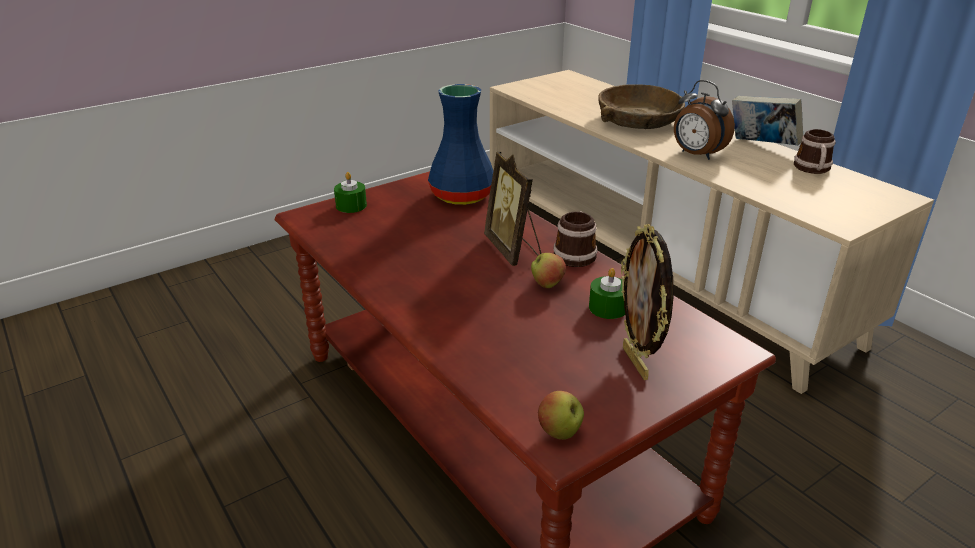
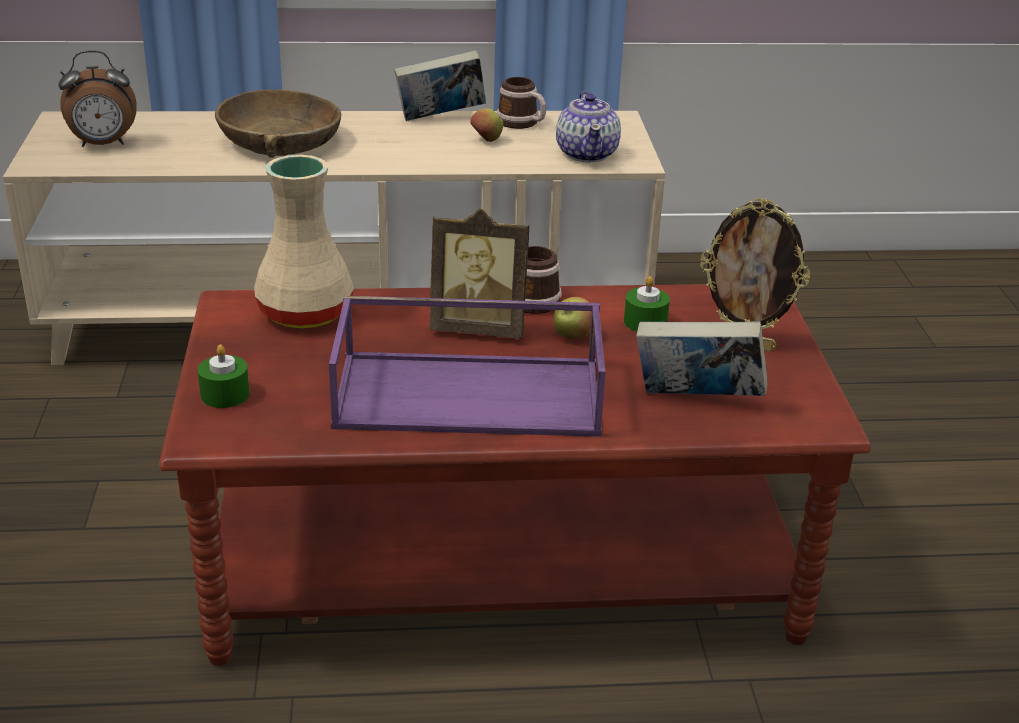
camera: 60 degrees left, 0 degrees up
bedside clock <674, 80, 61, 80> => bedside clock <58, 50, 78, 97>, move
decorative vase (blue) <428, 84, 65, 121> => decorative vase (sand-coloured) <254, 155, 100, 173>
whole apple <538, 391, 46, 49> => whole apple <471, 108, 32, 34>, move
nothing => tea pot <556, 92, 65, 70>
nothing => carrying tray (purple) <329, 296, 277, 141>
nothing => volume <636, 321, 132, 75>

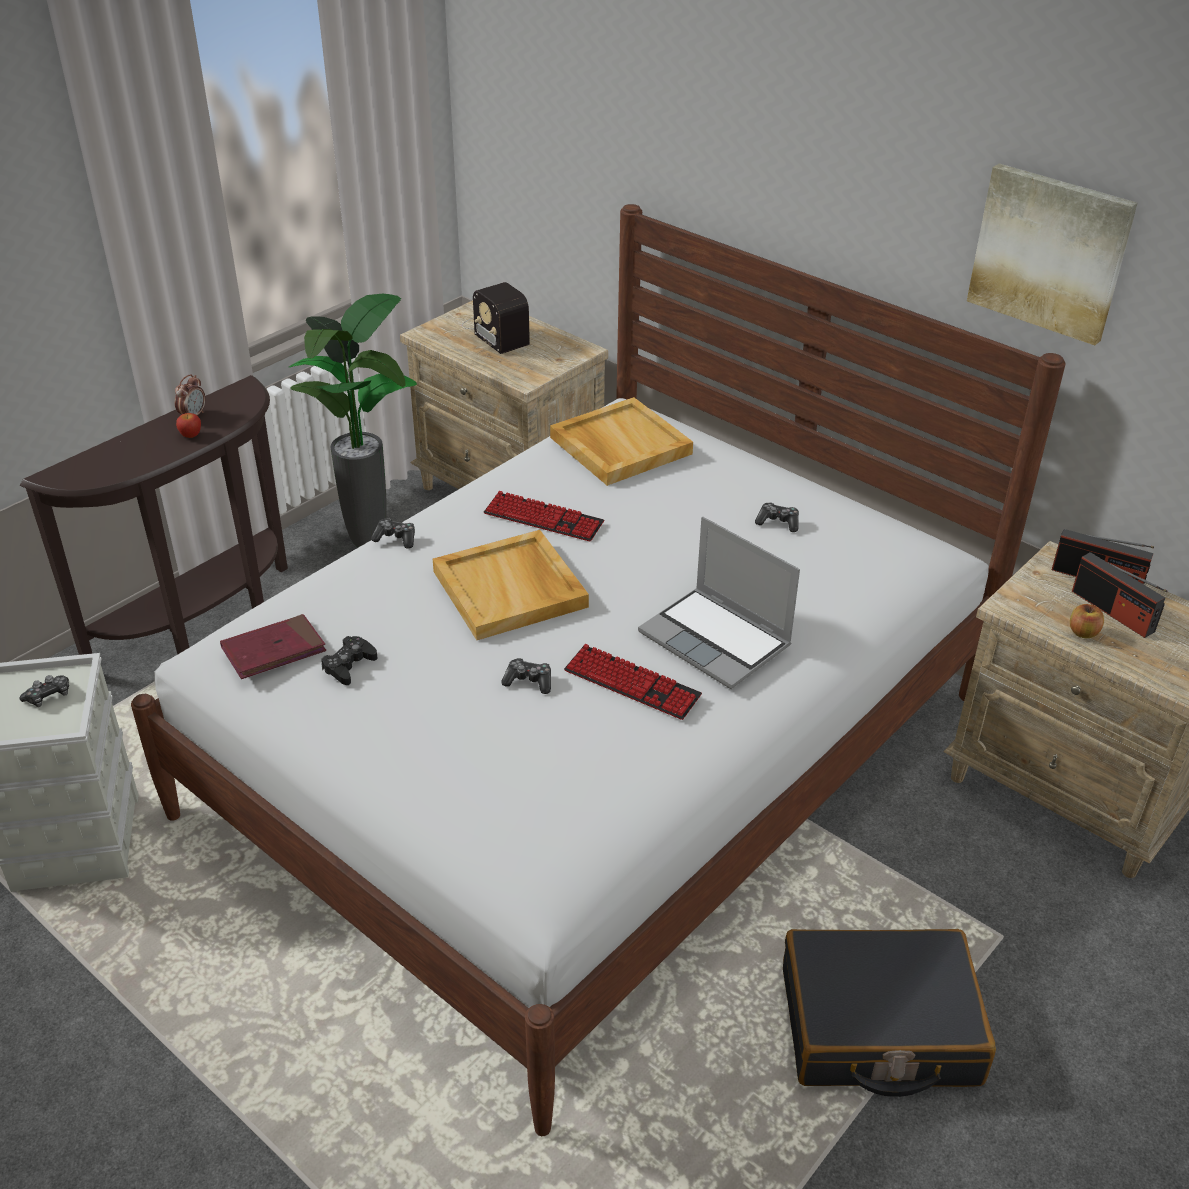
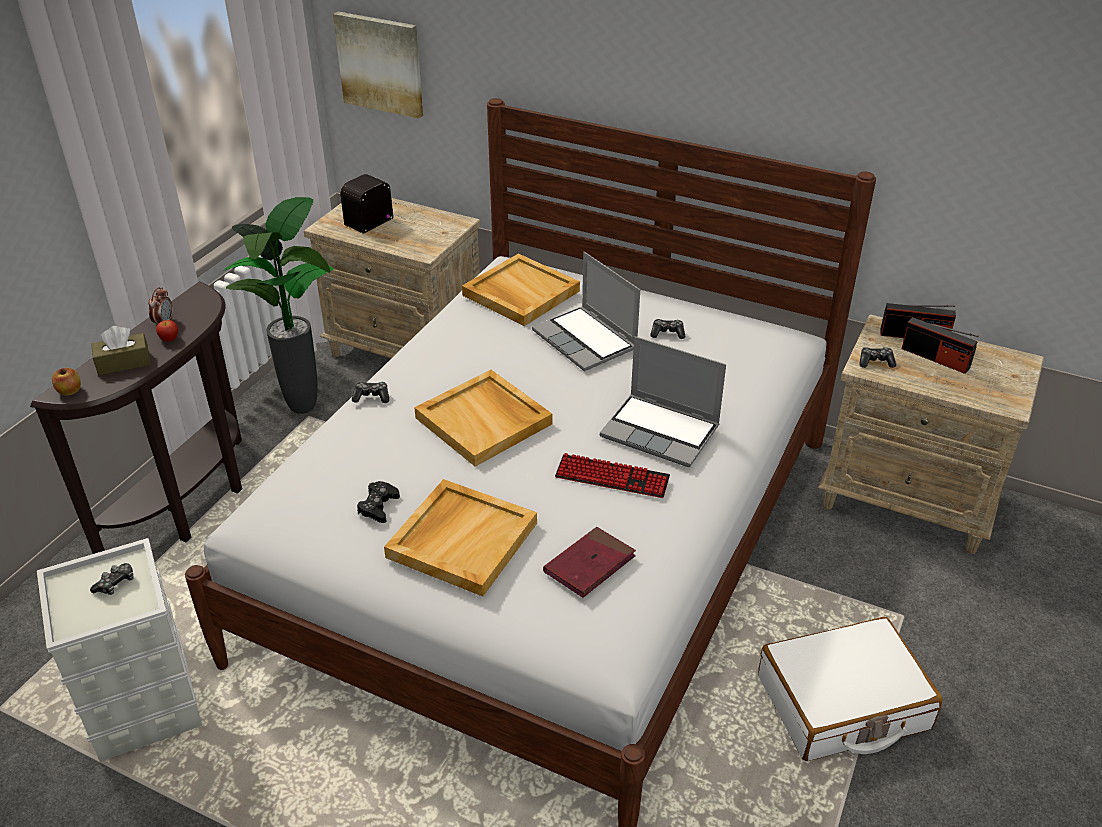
camera: 15 degrees left, 0 degrees up
wall picture <967, 163, 171, 182> => wall picture <333, 12, 90, 107>, move
radio set <462, 282, 68, 72> => radio set <340, 174, 75, 60>, 90 degrees clockwise
PC keyboard <484, 491, 120, 50> => nothing
whole apple <1070, 604, 34, 34> => whole apple <52, 368, 29, 28>, move
volume (reddish) <220, 614, 106, 65> => volume (reddish) <543, 527, 93, 71>, move
gamepad <501, 658, 50, 36> => gamepad <859, 347, 37, 21>, move
suitcase (blackish) <783, 929, 213, 168> => suitcase (whitish) <758, 617, 184, 144>
nothing => notebook computer <532, 252, 108, 119>
nothing => tissue holder (brown) <91, 326, 60, 49>
nothing => carrying tray (sand-coloured) <384, 479, 153, 117>

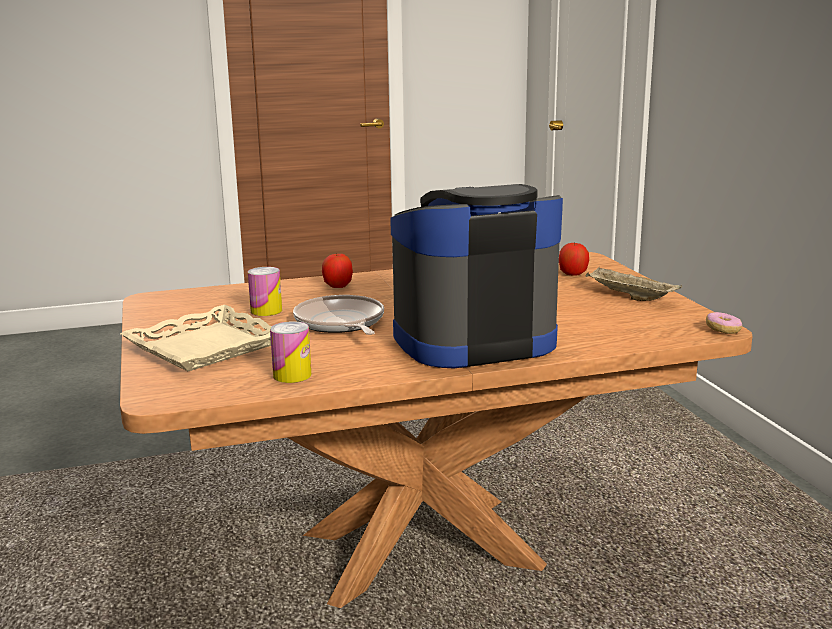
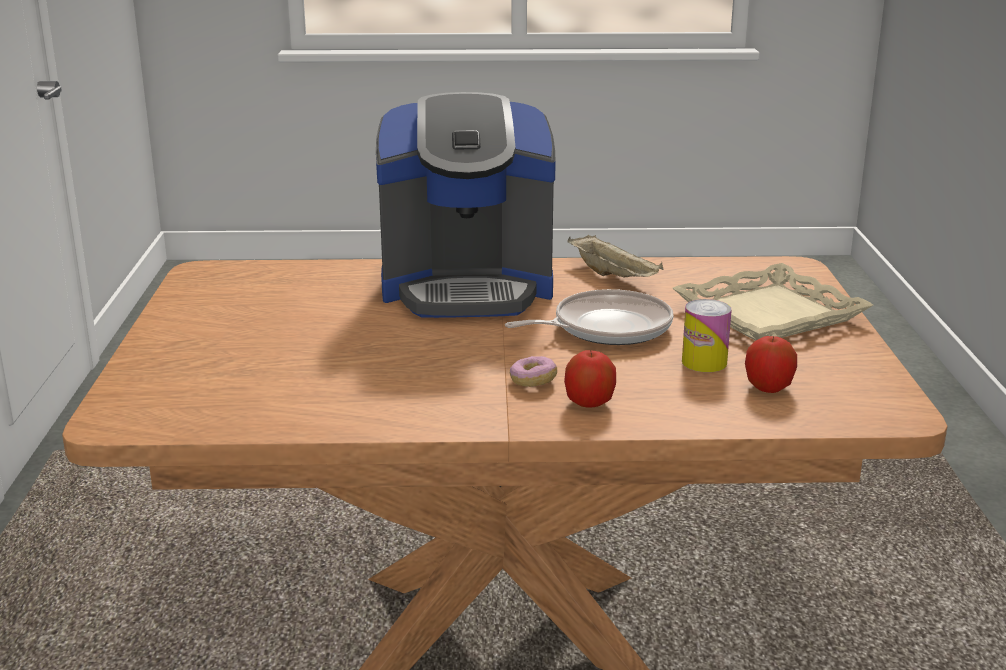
camera: 165 degrees left, 5 degrees up
whole apple <559, 242, 30, 34> => whole apple <745, 336, 52, 57>, move
carrying tray (sand-coloured) <586, 267, 96, 34> => carrying tray (sand-coloured) <567, 235, 96, 42>, move
frying pan <293, 295, 91, 40> => frying pan <505, 289, 168, 56>, 105 degrees counterclockwise
ring doughnut <706, 312, 36, 22> => ring doughnut <510, 356, 47, 31>, move
can <270, 321, 41, 62> => nothing

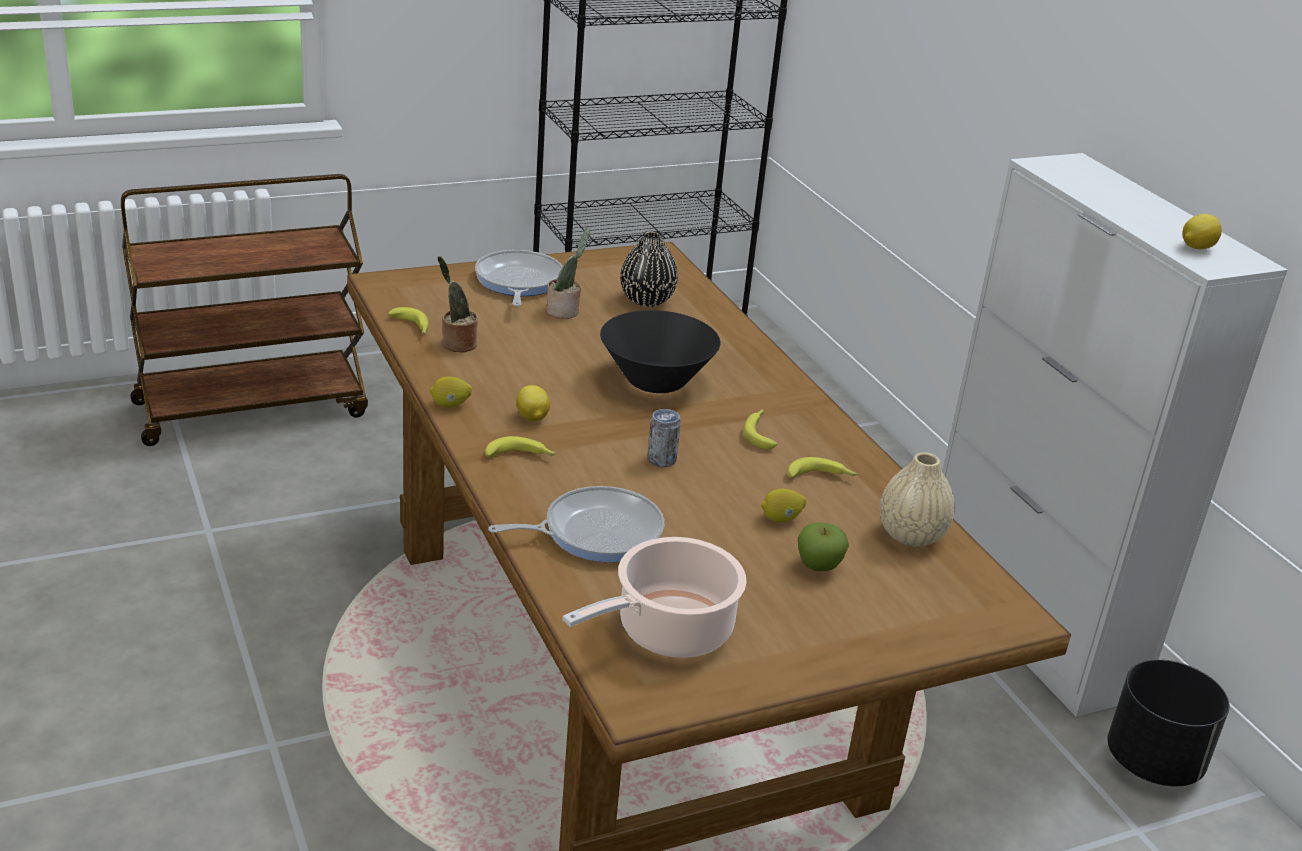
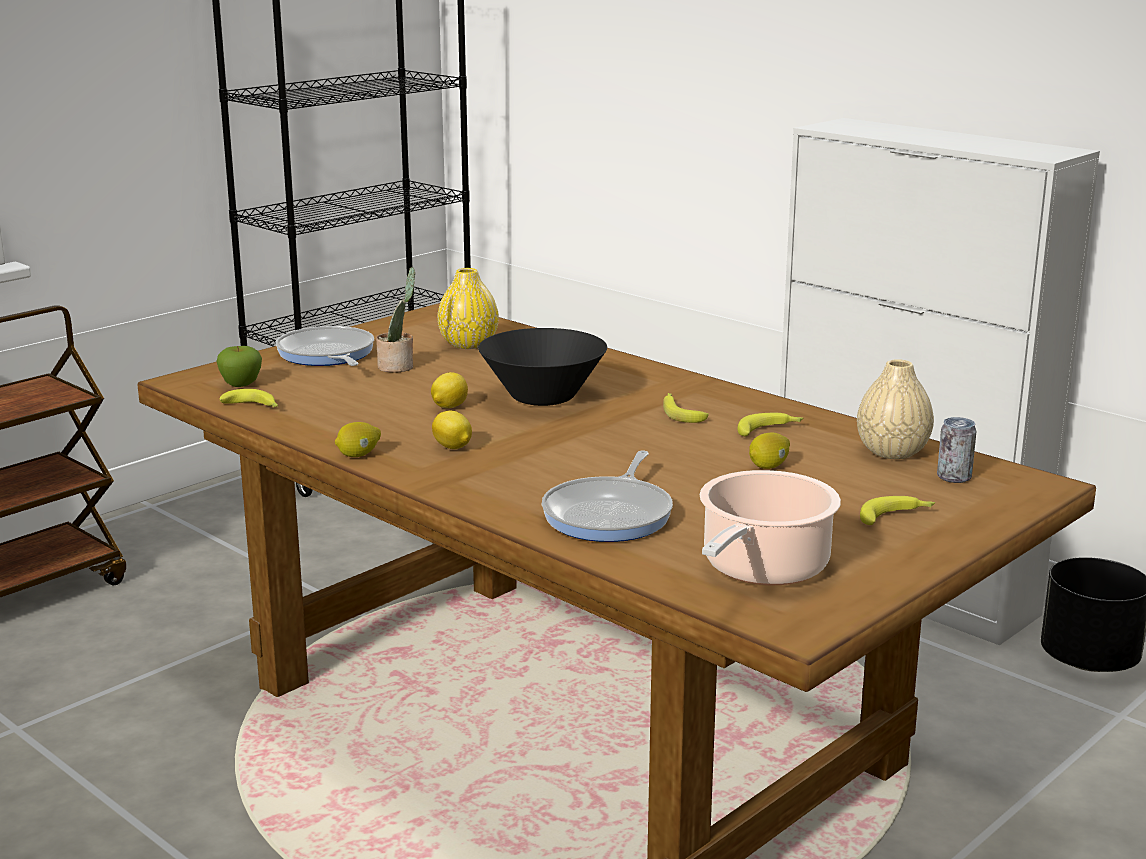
camera: 20 degrees left, 10 degrees down
lemon <1183, 214, 39, 35> => lemon <431, 372, 37, 36>, move
decorative vase (blackish) <620, 231, 58, 76> => decorative vase (yellow) <437, 268, 62, 81>
houseplant <437, 256, 41, 96> => nothing
can <647, 409, 34, 58> => can <937, 417, 40, 66>, move
banana fruit <485, 436, 71, 21> => banana fruit <860, 496, 75, 29>, move
frying pan <488, 486, 176, 76> => frying pan <542, 451, 131, 91>, 150 degrees clockwise
whole apple <798, 522, 51, 49> => whole apple <216, 346, 46, 41>, move

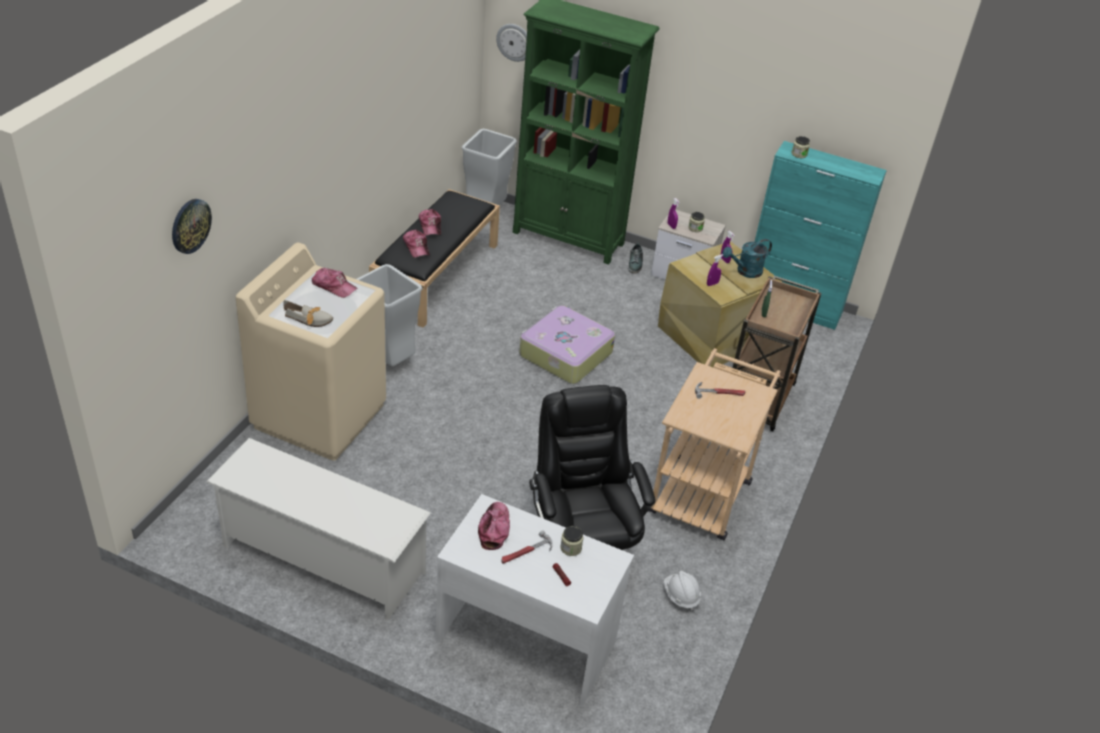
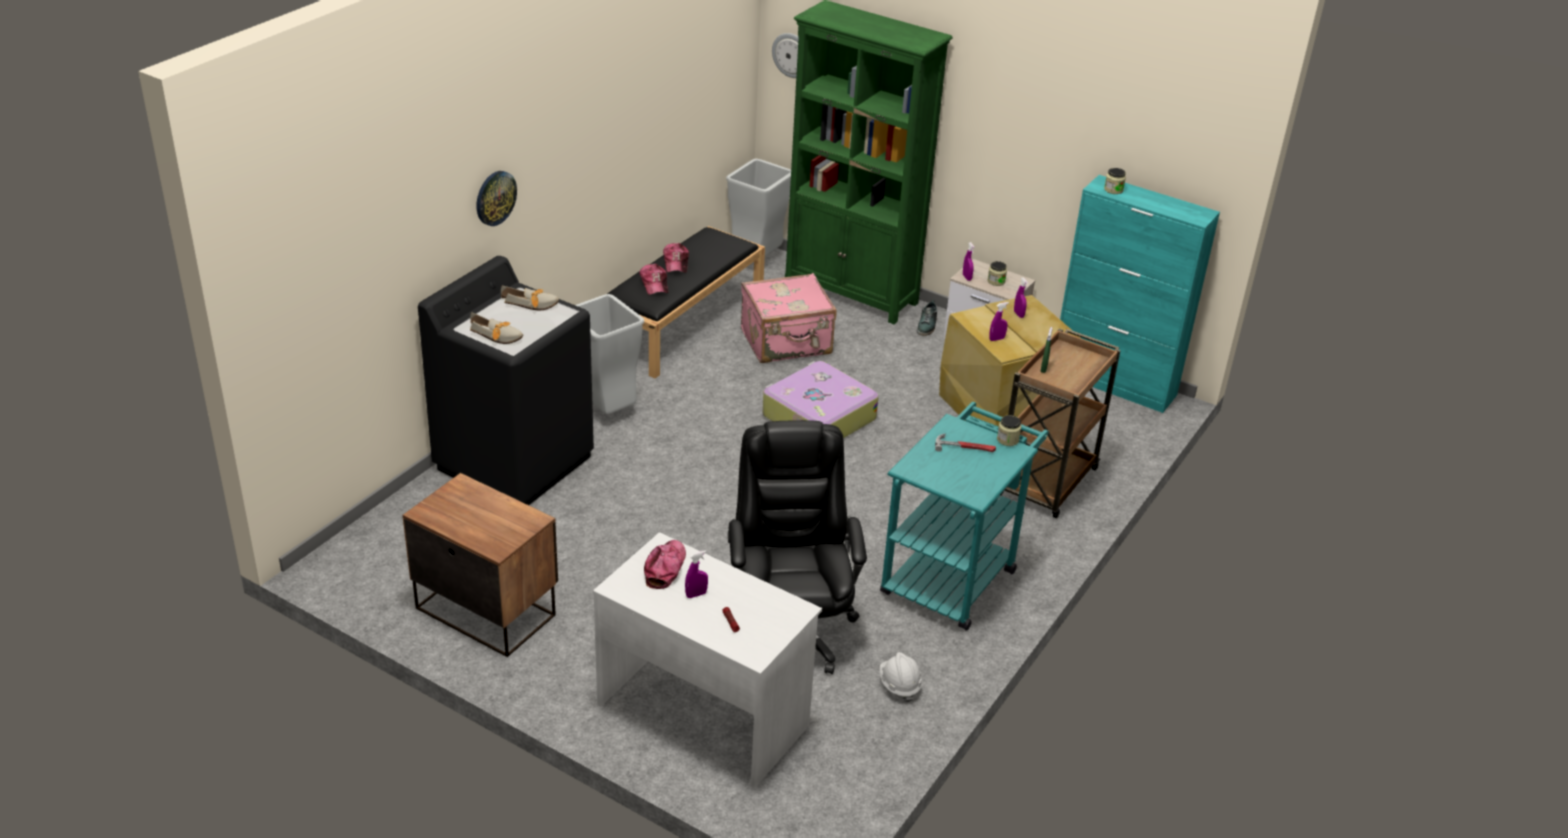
camera: 10 degrees right, 5 degrees down
wall clock <172, 199, 40, 55> => wall clock <477, 171, 40, 55>, move
watering pot (blue-green) <722, 239, 50, 39> => nothing
laundry appliance (sand-coloured) <236, 243, 150, 218> => laundry appliance (blackish) <418, 256, 176, 249>
cap <312, 268, 45, 30> => item of footwear <501, 286, 58, 24>
wheeled cart (sand-coloured) <648, 348, 133, 193> => wheeled cart (blue-green) <880, 402, 168, 229>
shoe shelf (whitish) <206, 438, 225, 182> => bedside table <403, 473, 155, 184>
preserve jar <560, 526, 24, 30> => preserve jar <997, 415, 24, 31>, move
hammer <501, 530, 52, 34> => spray bottle (purple) <685, 551, 23, 47>
nothing => suitcase (pink-coloured) <741, 273, 96, 90>

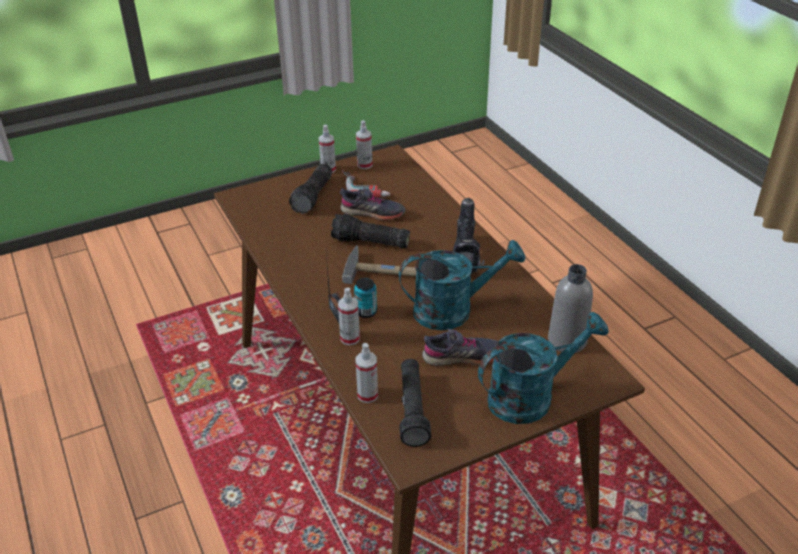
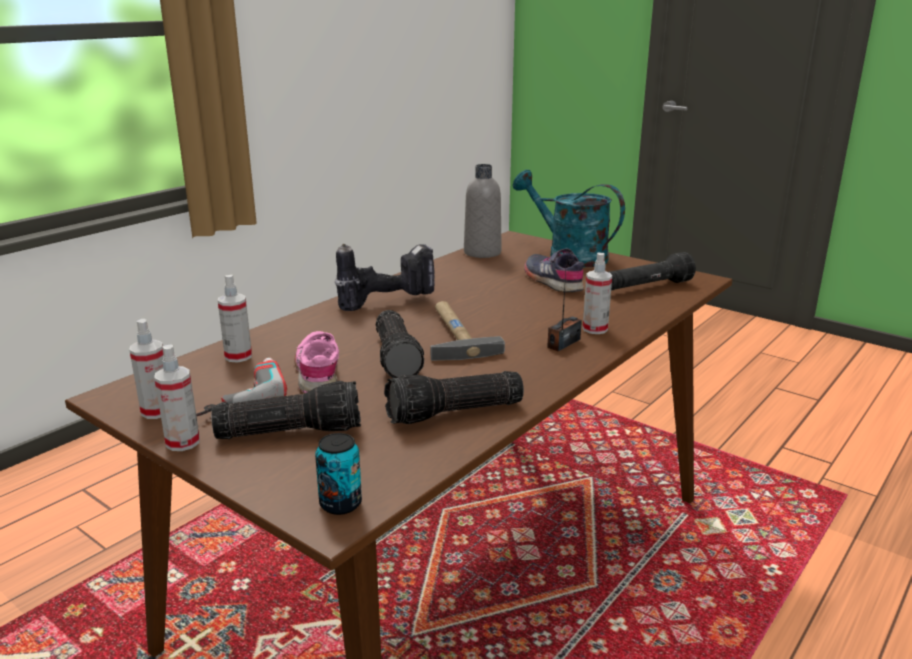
camera: 115 degrees left, 15 degrees down
item of footwear (gray) <340, 187, 66, 33> => item of footwear (pink-coloured) <295, 331, 44, 62>
watering pot (blue-green) <399, 240, 126, 90> => nothing
can <354, 278, 23, 40> => can <315, 433, 47, 82>, move
spray bottle <355, 343, 23, 60> => spray bottle <218, 275, 34, 87>, move
nothing => flashlight <384, 371, 140, 53>

